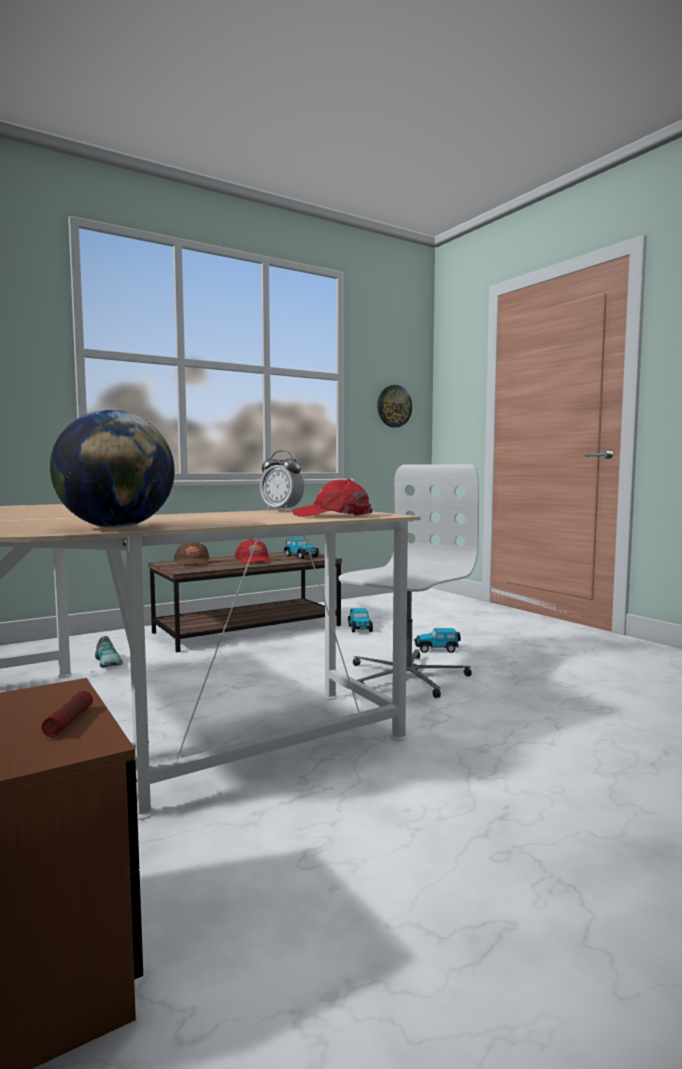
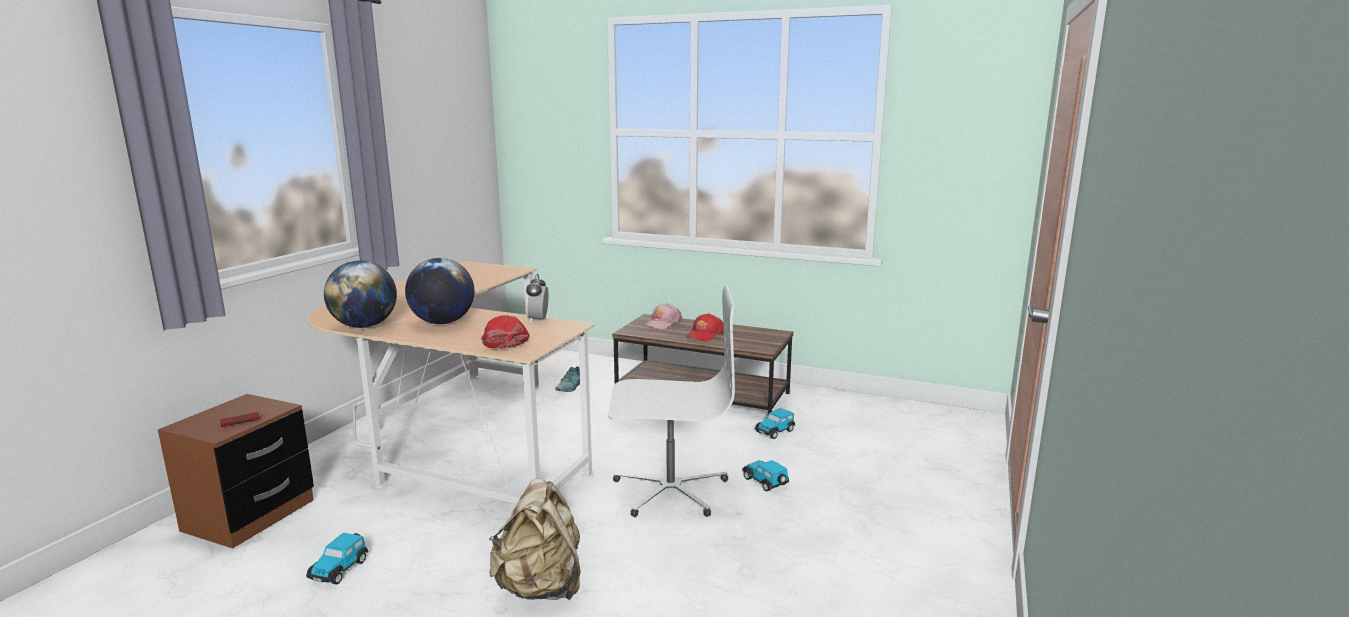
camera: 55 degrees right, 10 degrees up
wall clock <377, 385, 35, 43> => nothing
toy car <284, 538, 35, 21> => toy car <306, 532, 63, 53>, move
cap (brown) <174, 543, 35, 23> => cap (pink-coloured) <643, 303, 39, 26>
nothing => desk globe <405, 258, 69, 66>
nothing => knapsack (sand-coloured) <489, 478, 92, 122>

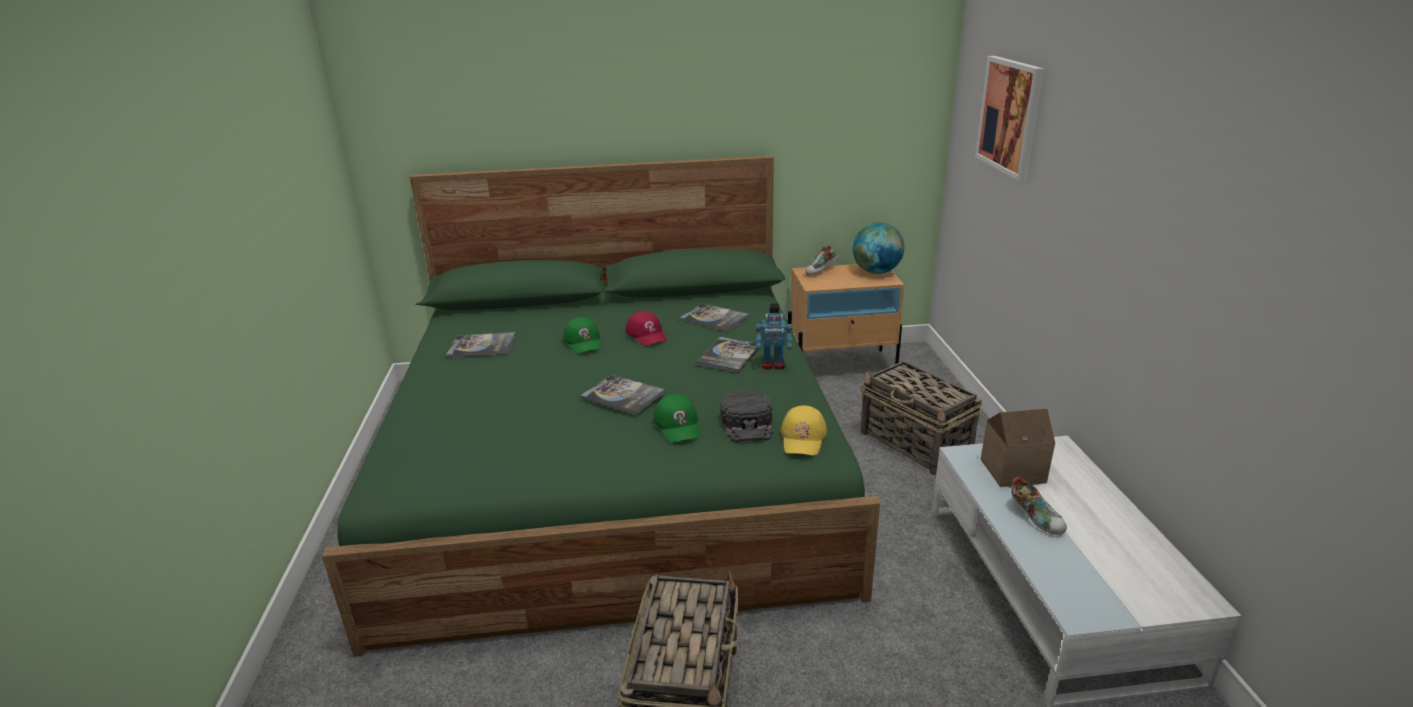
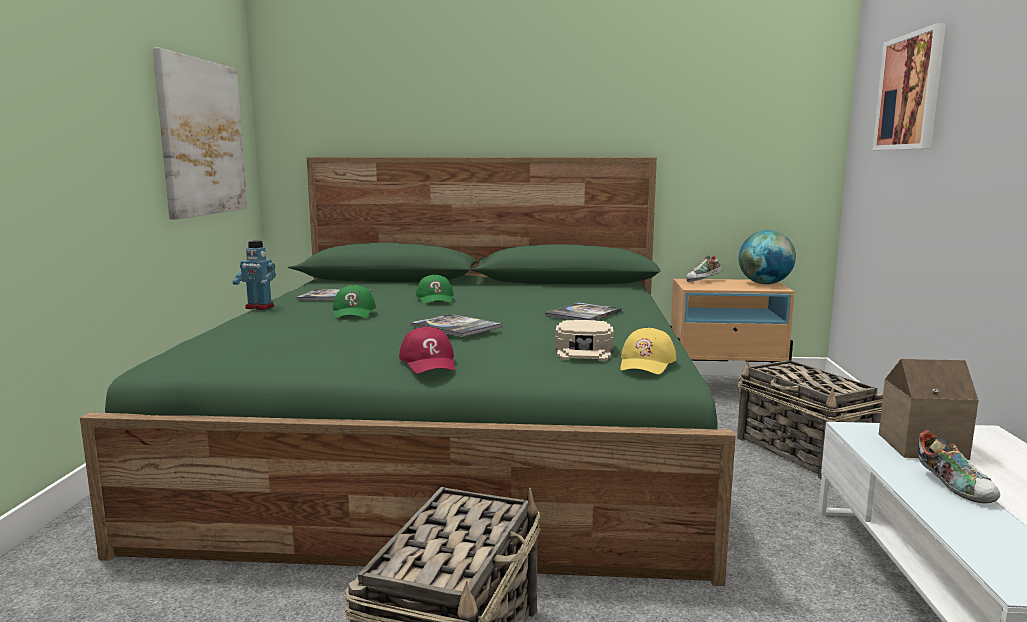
camera: 10 degrees right, 15 degrees down
volume <679, 303, 70, 28> => nothing
robot figure <756, 304, 36, 65> => robot figure <233, 241, 43, 69>, move
cap (reddish) <626, 311, 41, 35> => cap (reddish) <399, 327, 56, 47>, move
cap (blackish) <721, 390, 52, 52> => cap (sand-coloured) <555, 320, 58, 41>
cap (green) <653, 394, 47, 49> => cap (green) <333, 285, 43, 33>, move
nothing => wall picture <153, 48, 94, 171>

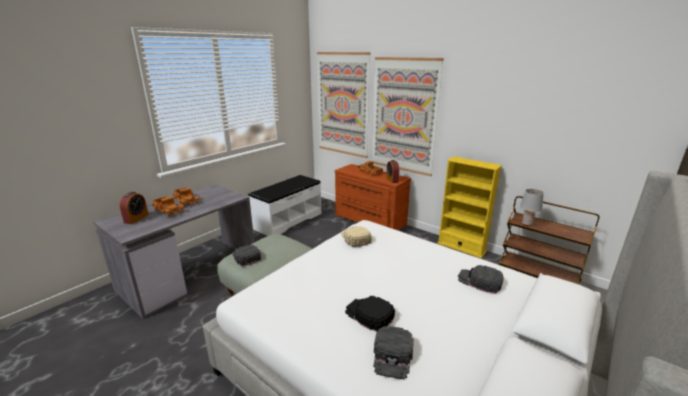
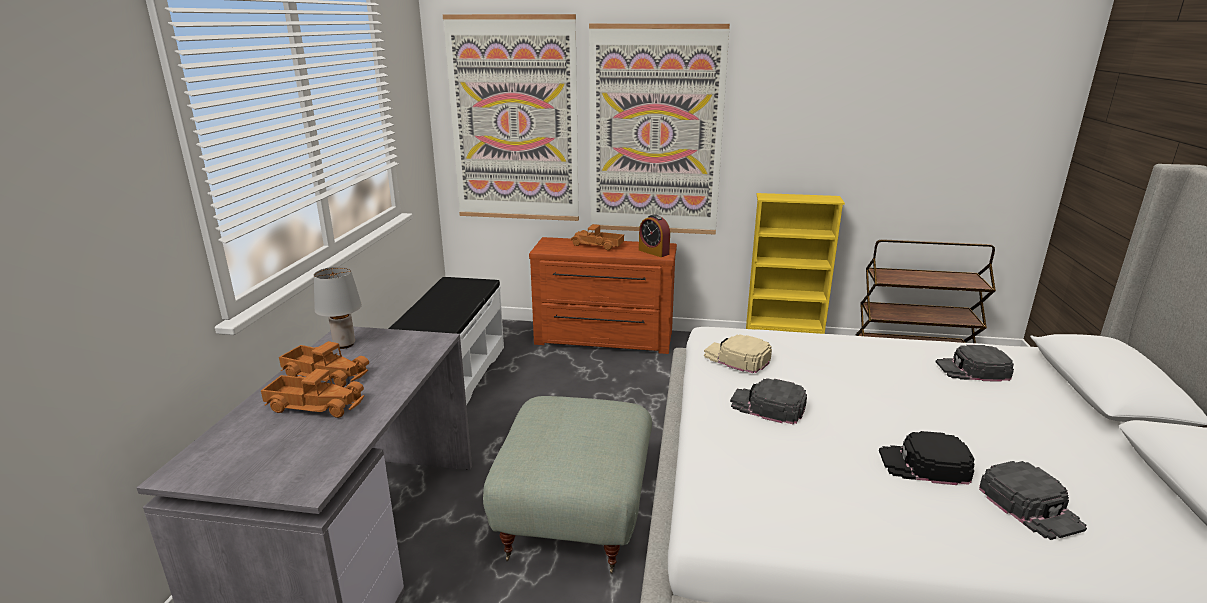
camera: 30 degrees left, 0 degrees up
lamp for a table (gray) <520, 189, 24, 37> => lamp for a table (gray) <314, 267, 48, 82>, move
bedside clock <120, 192, 29, 32> => nothing
cap (blackish) <233, 245, 28, 21> => cap (blackish) <730, 378, 77, 46>, move

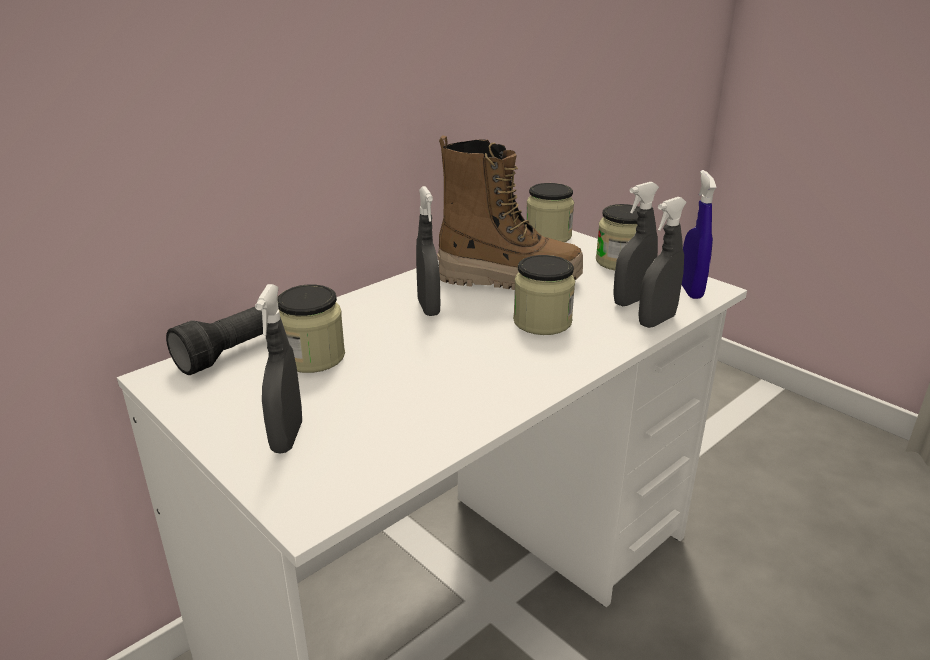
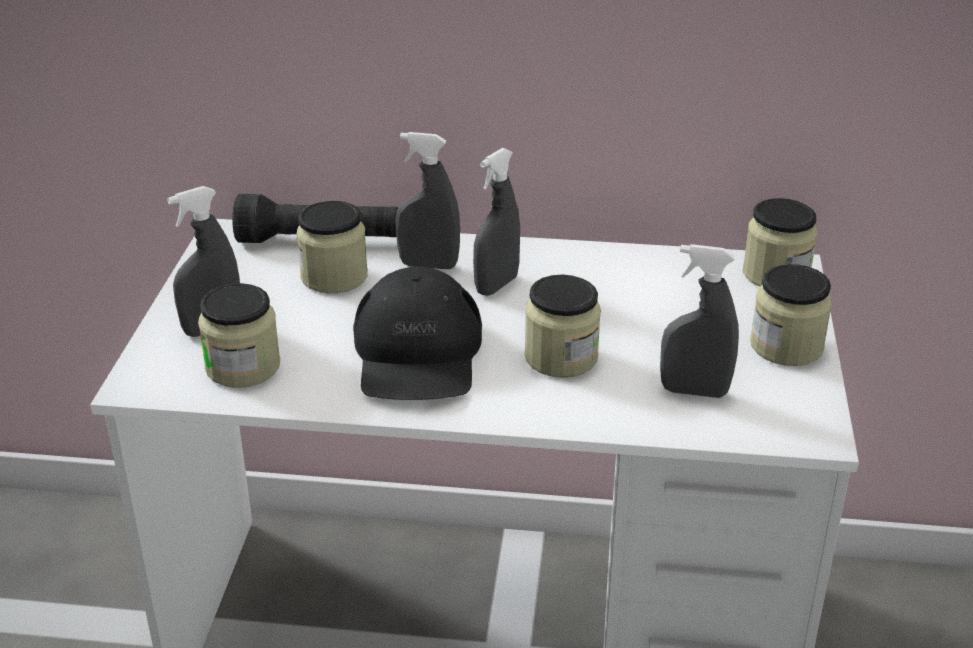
camera: 50 degrees right, 5 degrees up
tall boot <437, 135, 146, 155> => nothing
spray bottle (blue) <682, 170, 35, 129> => nothing
spray bottle (gray) <638, 197, 49, 131> => spray bottle (gray) <395, 132, 65, 137>, move
nothing => cap (blackish) <353, 267, 129, 133>
nothing => preserve jar <198, 283, 82, 105>

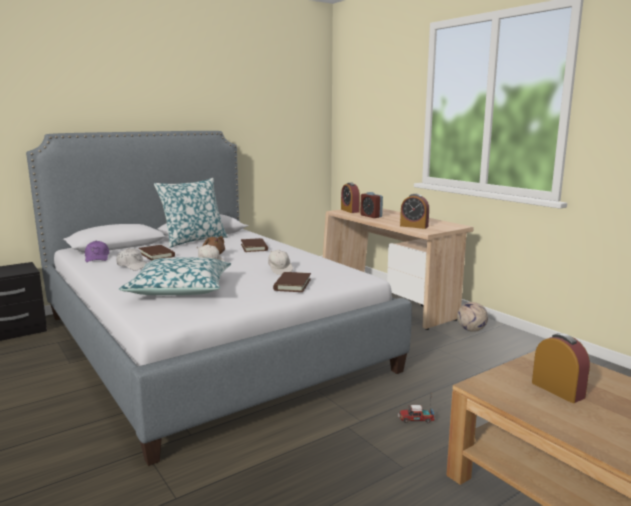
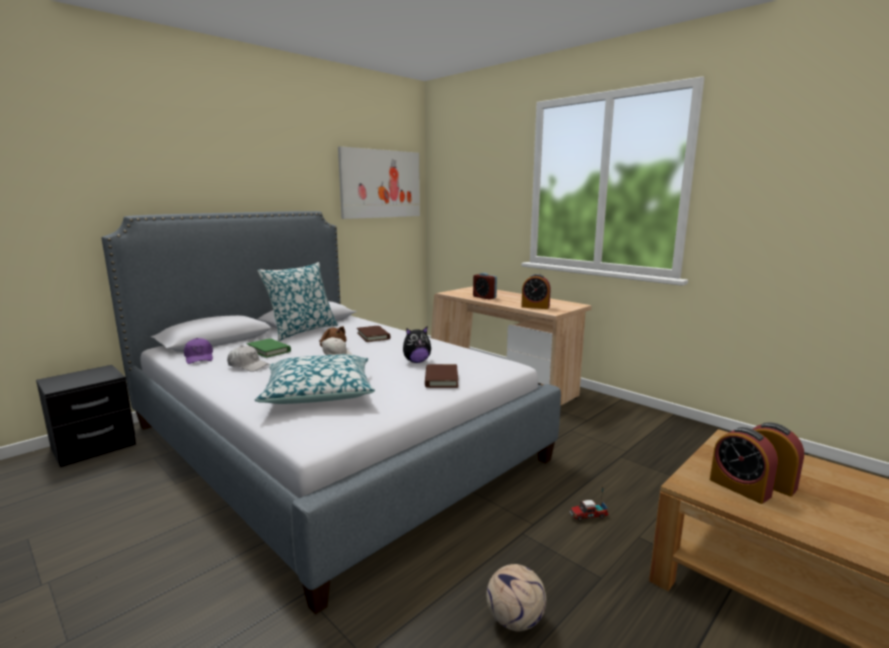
camera: 10 degrees left, 0 degrees up
bedside clock <341, 183, 19, 30> => bedside clock <710, 427, 68, 77>, move
volume (brown) <139, 245, 36, 16> => volume (green) <247, 338, 44, 20>
cap (whitish) <268, 250, 25, 25> => cuddly toy <403, 327, 28, 36>
ball for football <457, 302, 31, 30> => ball for football <486, 564, 60, 67>, move
nothing => wall picture <338, 146, 82, 73>

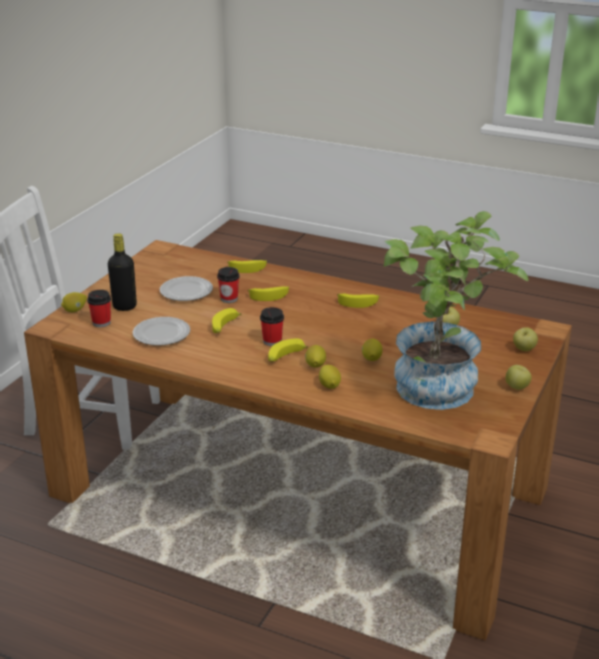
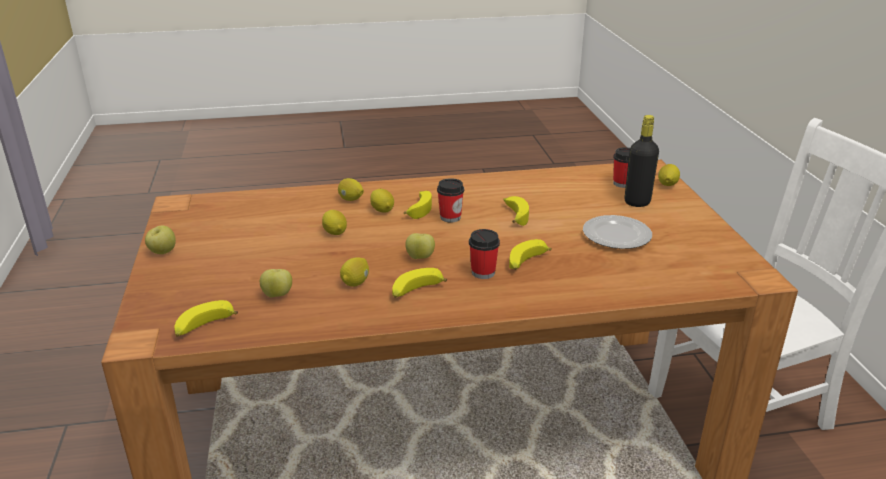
camera: 145 degrees right, 0 degrees up
houseplant <384, 211, 145, 199> => nothing
banana fruit <227, 260, 40, 13> => banana fruit <174, 300, 64, 37>, move
drinking cup <217, 267, 23, 36> => drinking cup <469, 229, 31, 50>, move
plate <133, 317, 57, 29> => nothing
whole apple <513, 327, 25, 24> => whole apple <405, 233, 30, 26>, move
nothing => lemon <340, 257, 29, 29>

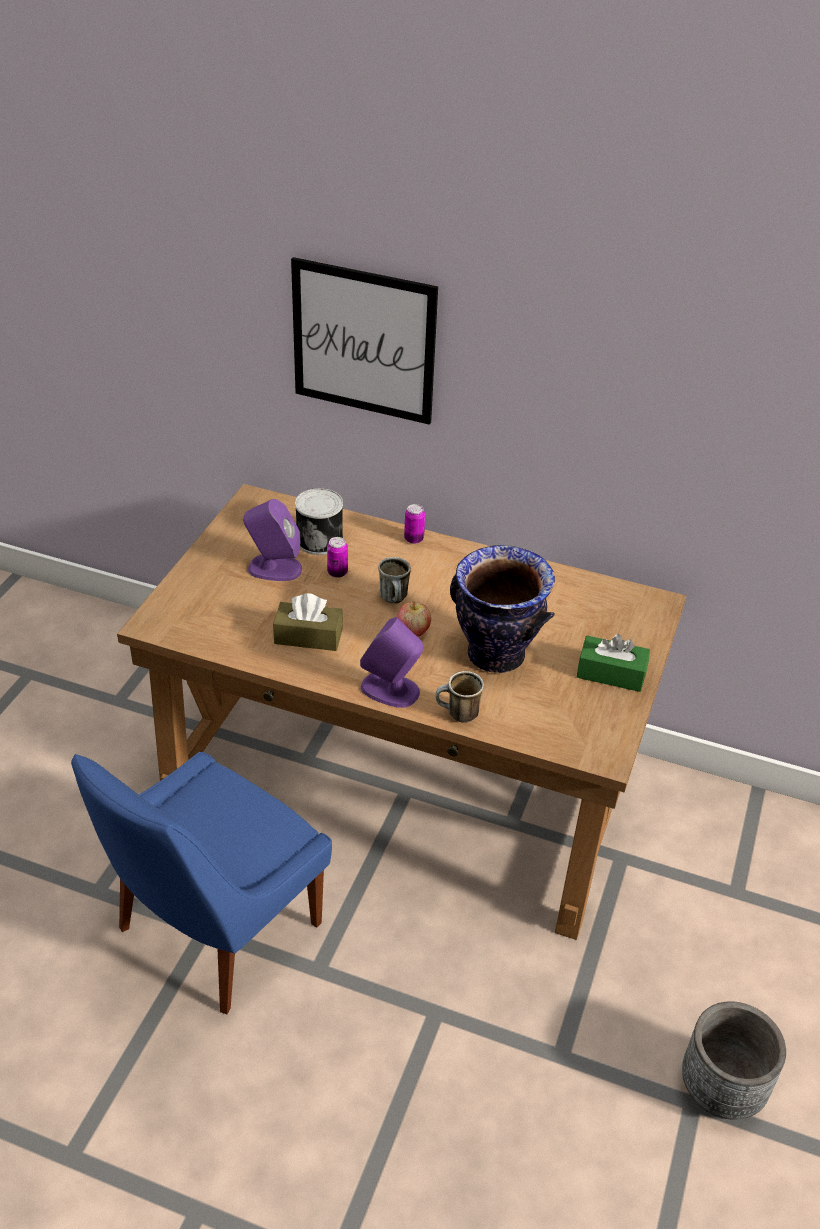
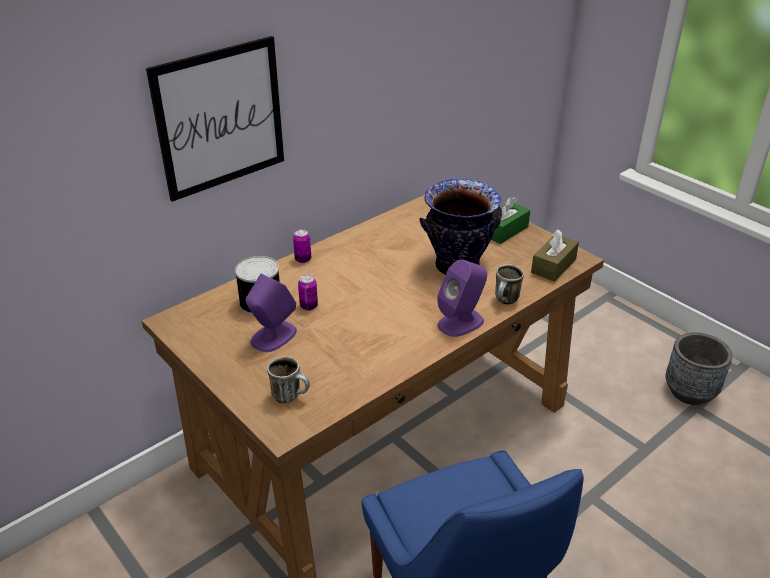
camera: 60 degrees left, 5 degrees down
mug <378, 557, 33, 47> => mug <267, 356, 43, 47>, move
tissue holder (brown) <273, 593, 70, 58> => tissue holder (brown) <531, 229, 48, 53>, move
whole apple <398, 601, 33, 36> => nothing

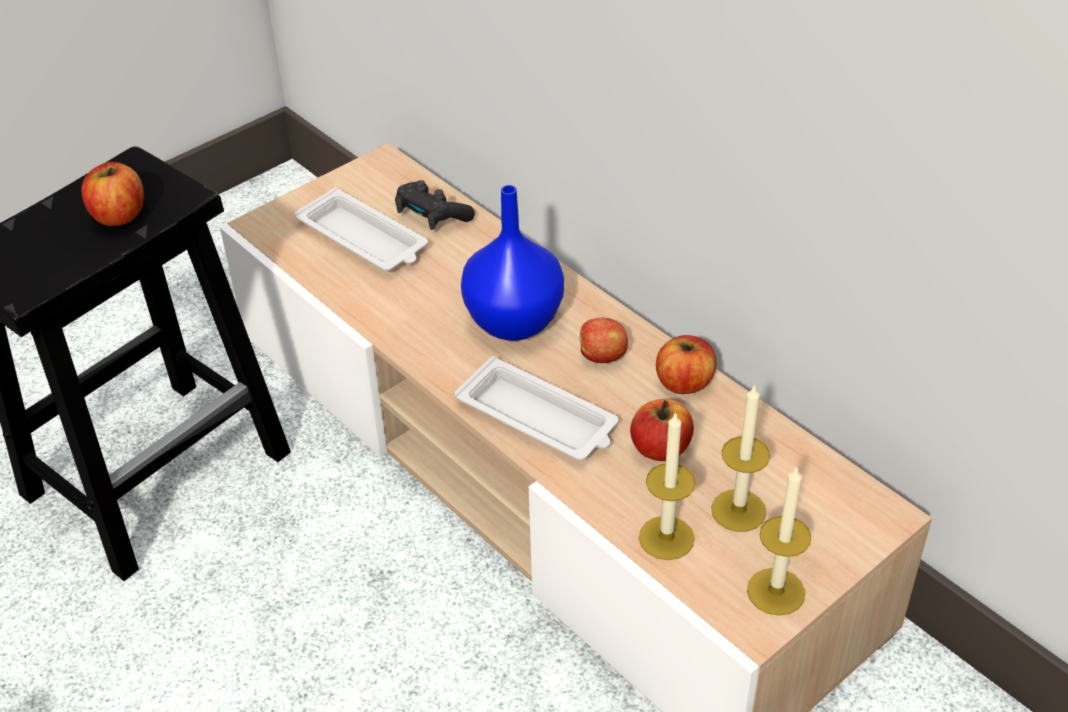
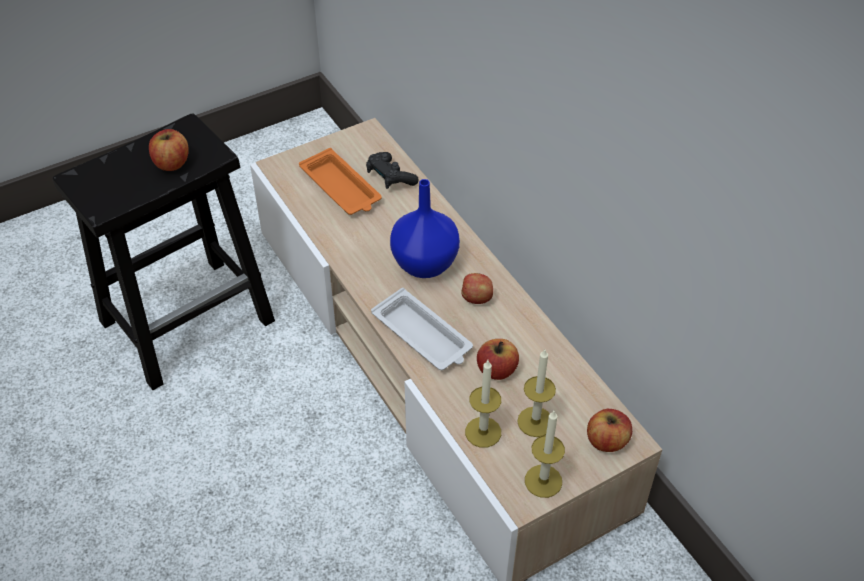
camera: 10 degrees right, 5 degrees up
carrying tray (whitish) <295, 187, 133, 84> => carrying tray (orange-coloured) <299, 148, 83, 67>
whole apple <656, 335, 61, 59> => whole apple <587, 409, 45, 43>, move

